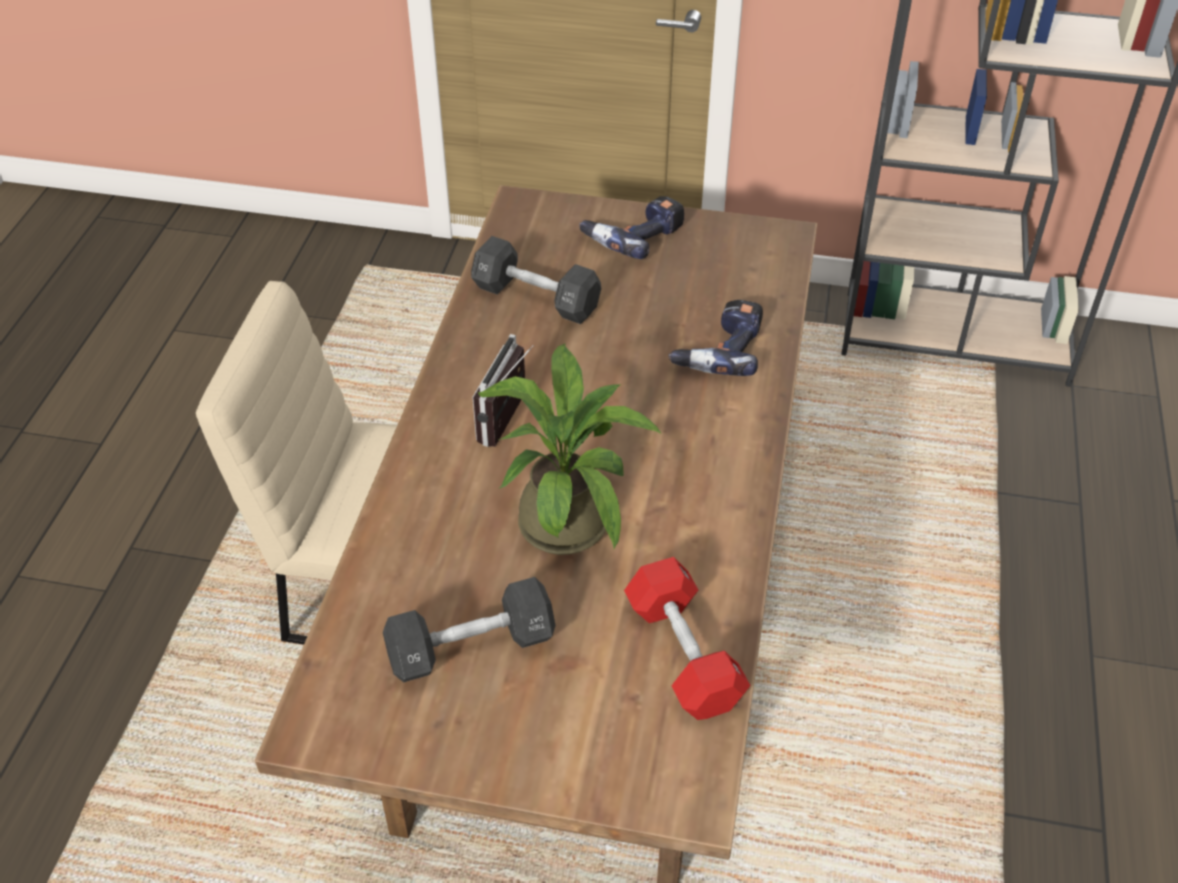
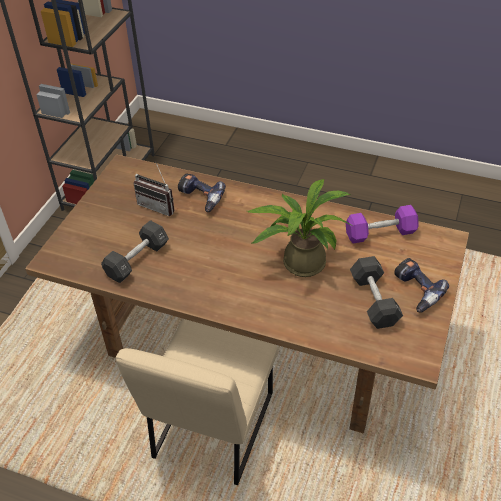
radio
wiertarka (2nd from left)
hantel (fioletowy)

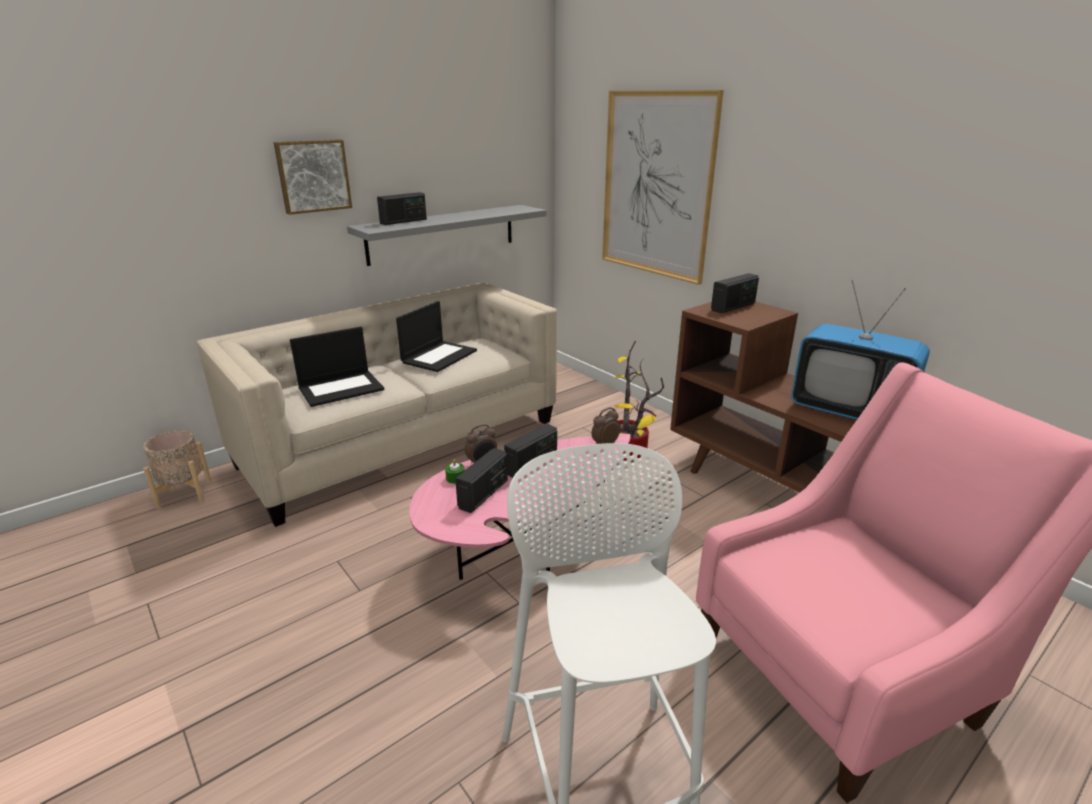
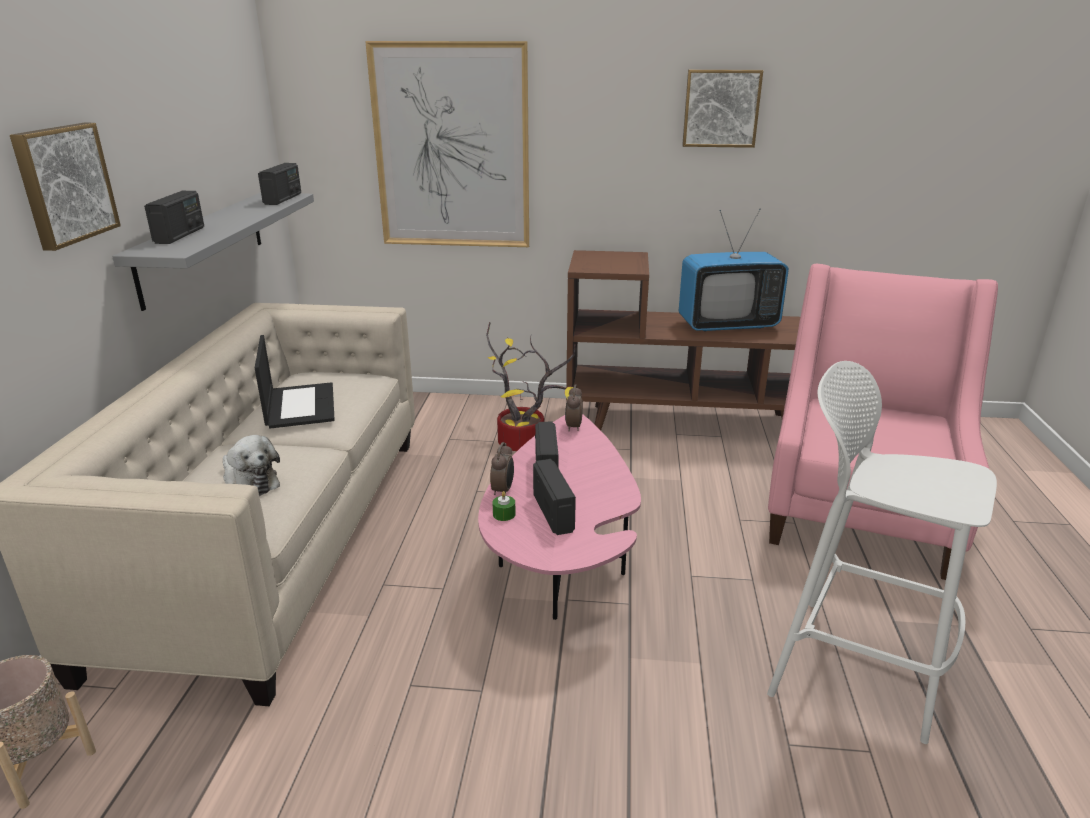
pluszak
radio (2nd from left)
obraz (3rd from left)

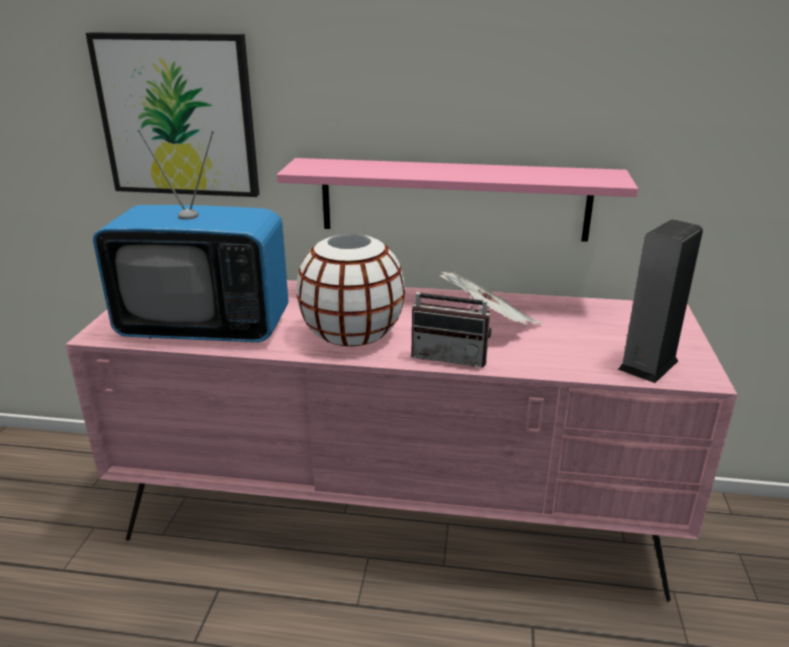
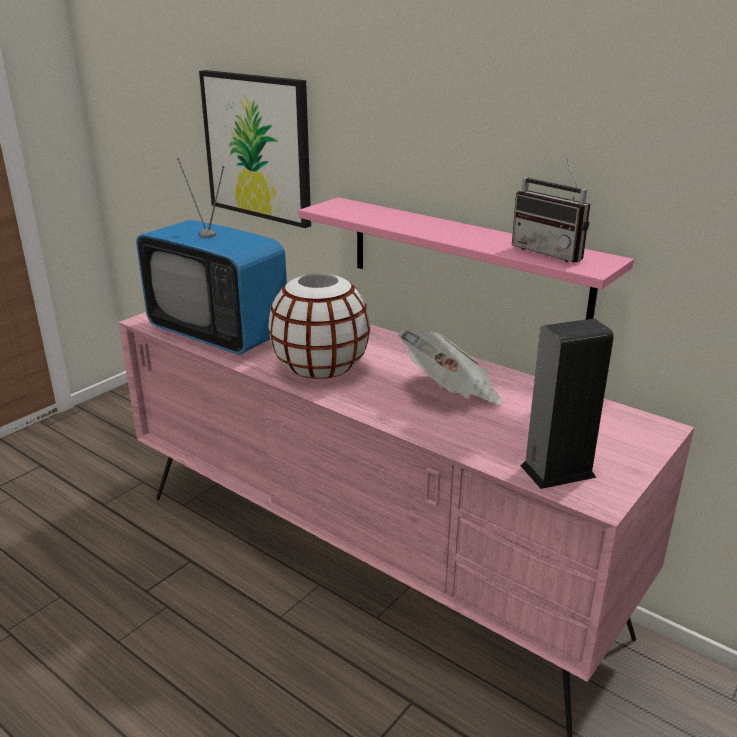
radio

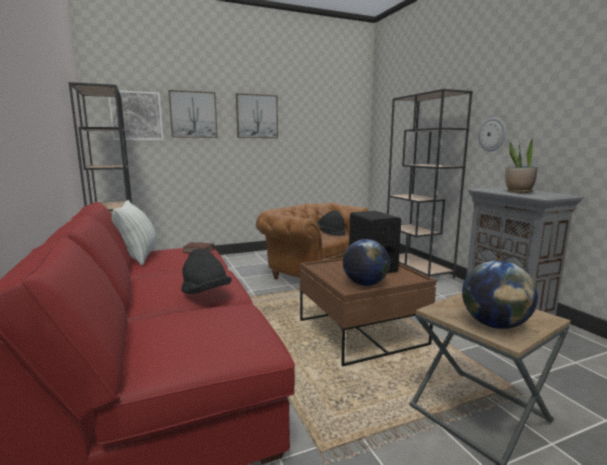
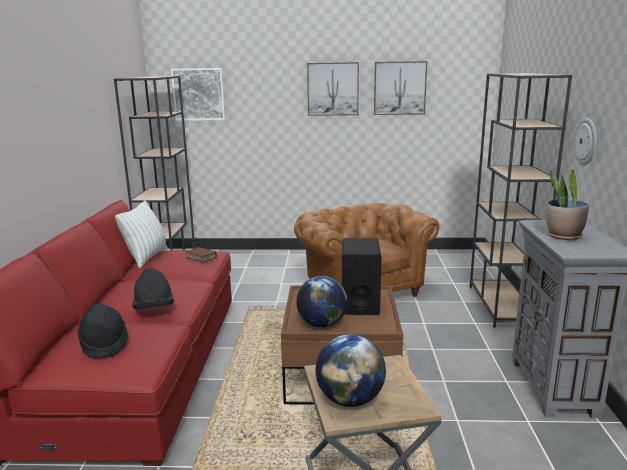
obraz (3rd from left)
kapelusz (czarny) (1st from left)

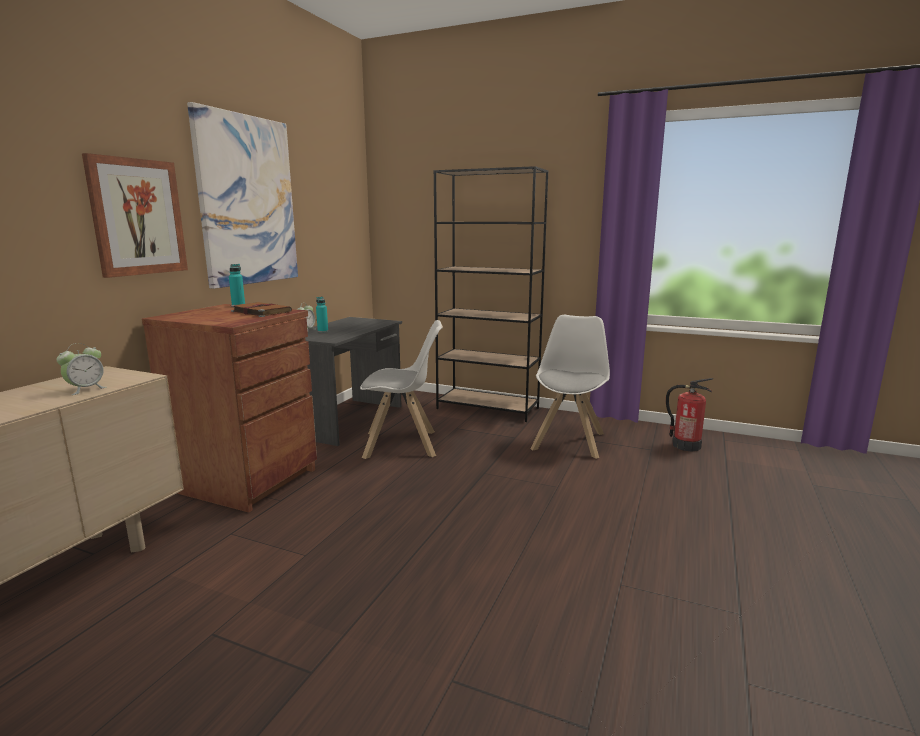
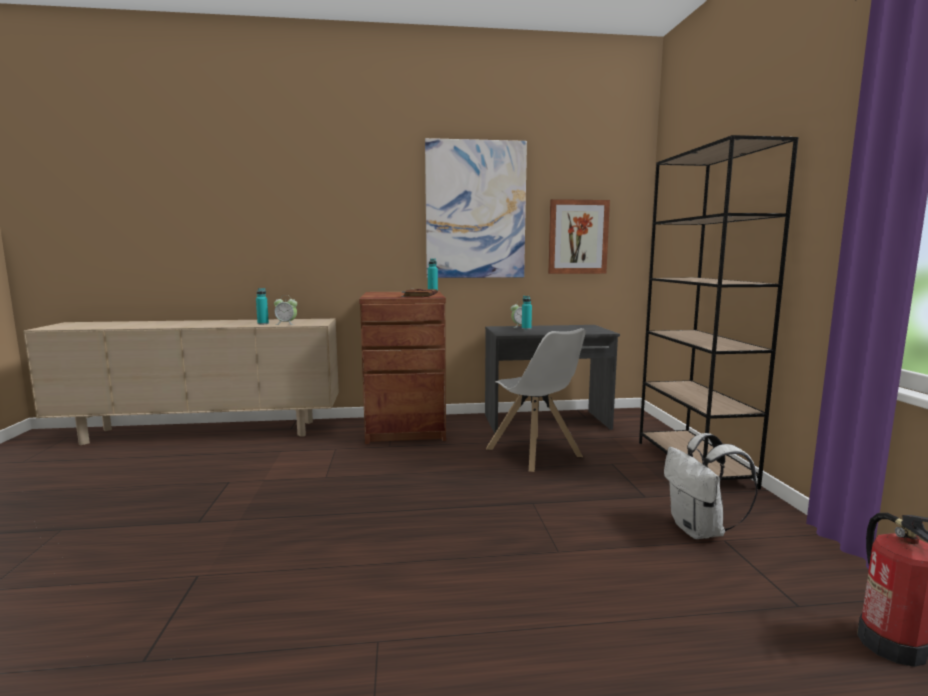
obraz (2nd from left)
plecak (biały)
butelka (turkusowy) (1st from left)

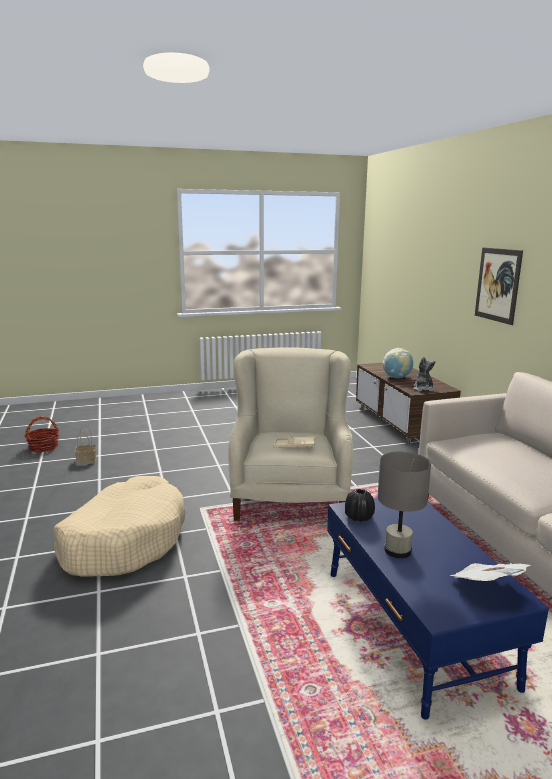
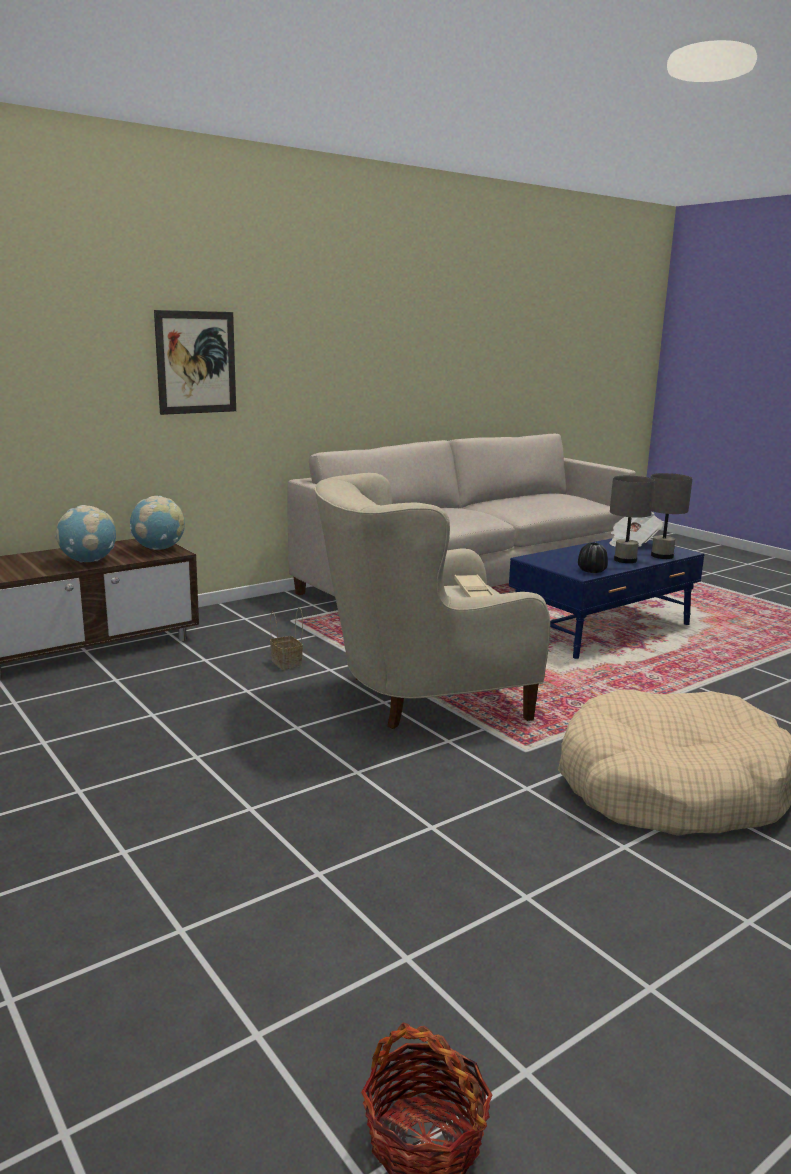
koszyk (1st from left)
globus (2nd from left)
lampa stołowa (szary) (2nd from left)

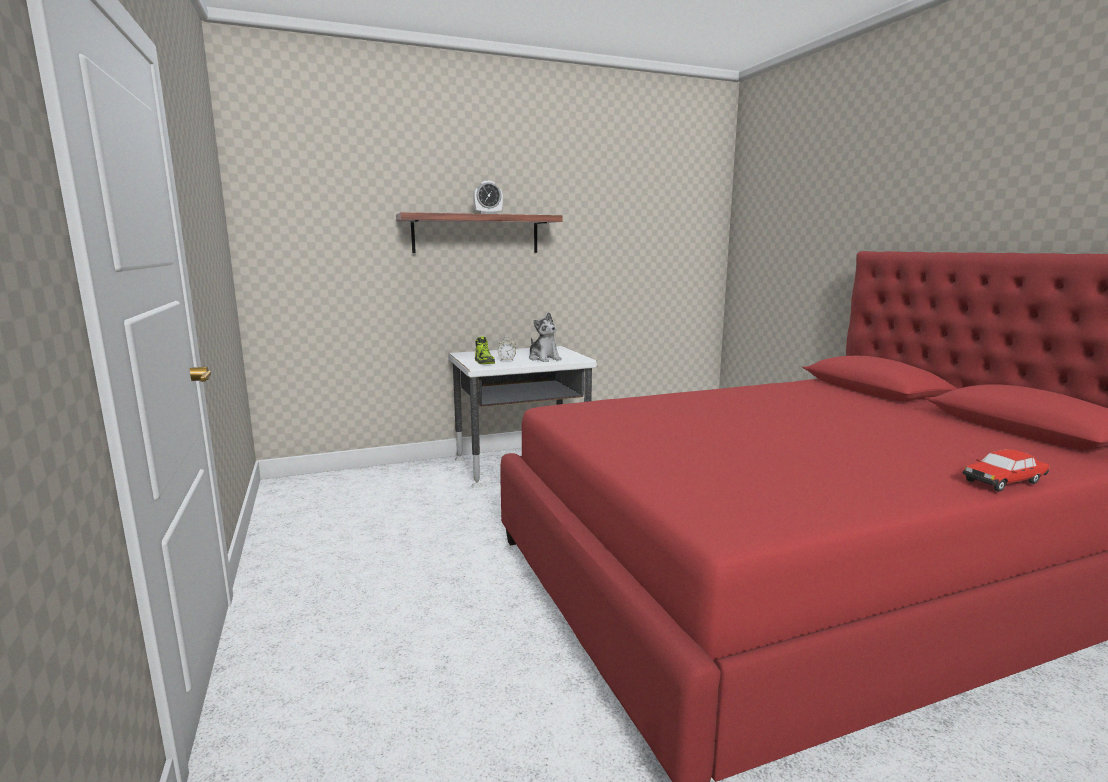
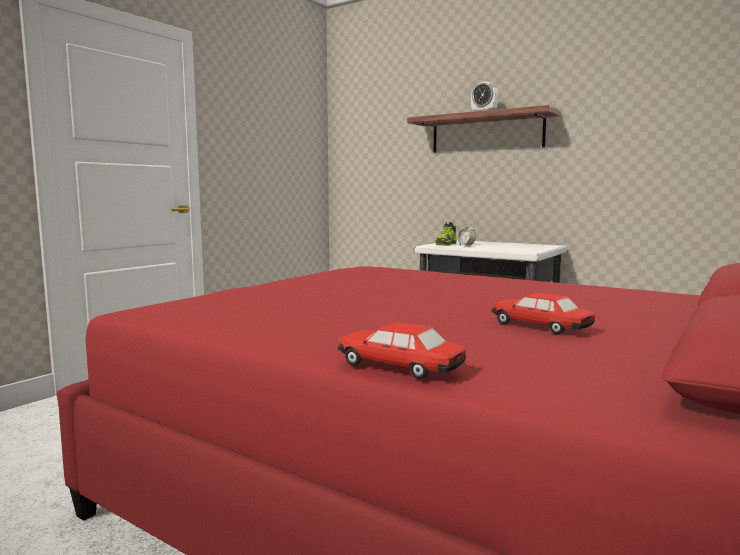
pluszak
samochodzik (2nd from left)

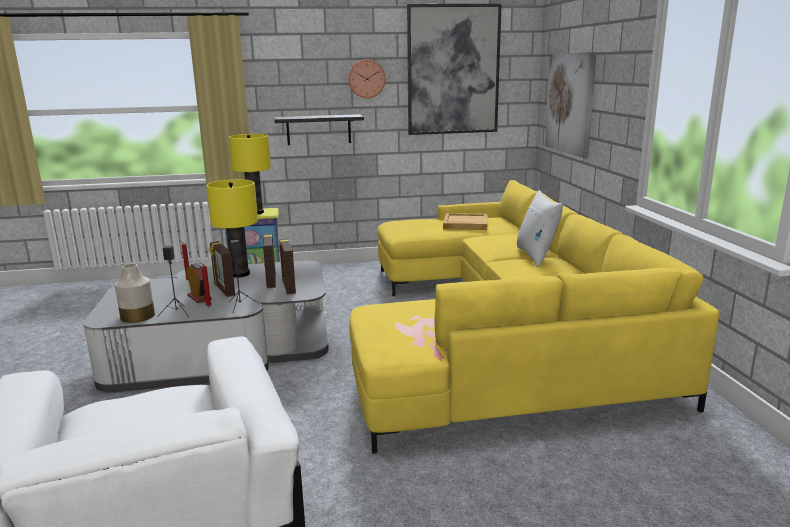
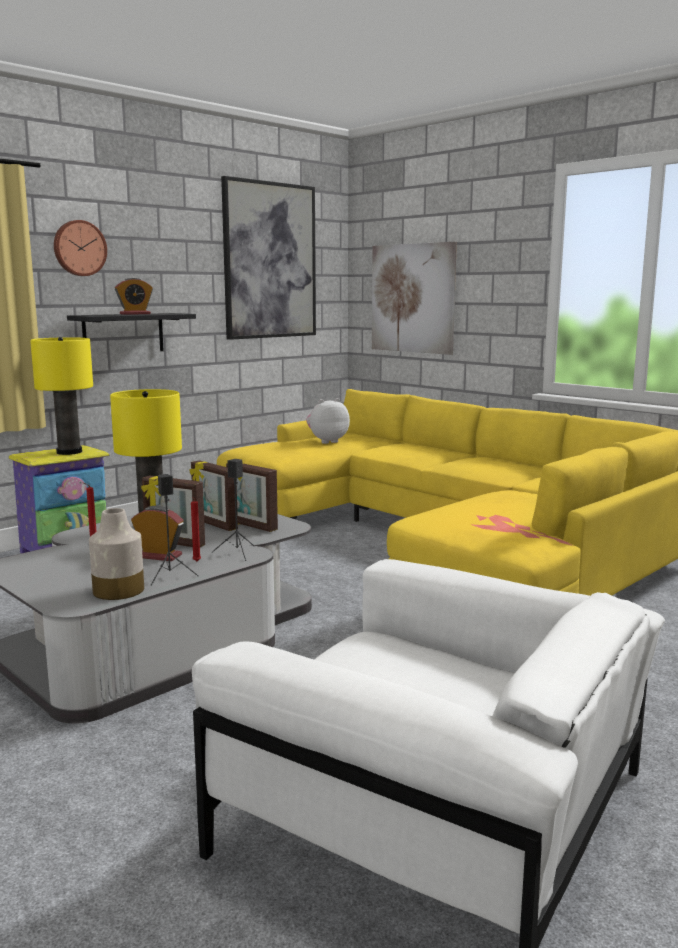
zegar ścienny
pluszak
poduszka (szary)
budzik (1st from left)

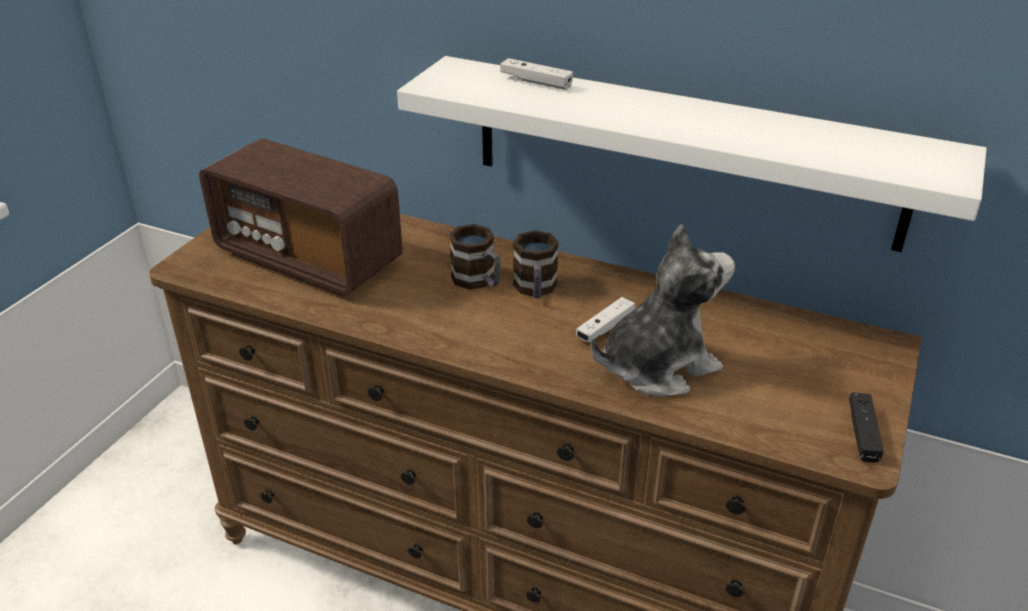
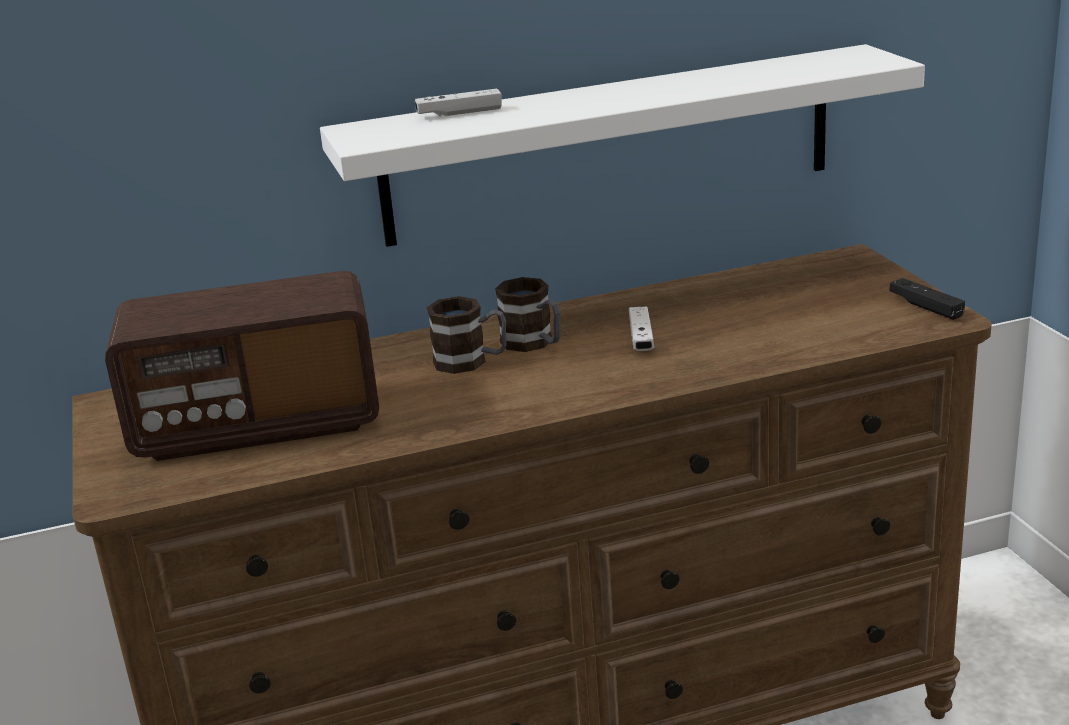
pluszak

